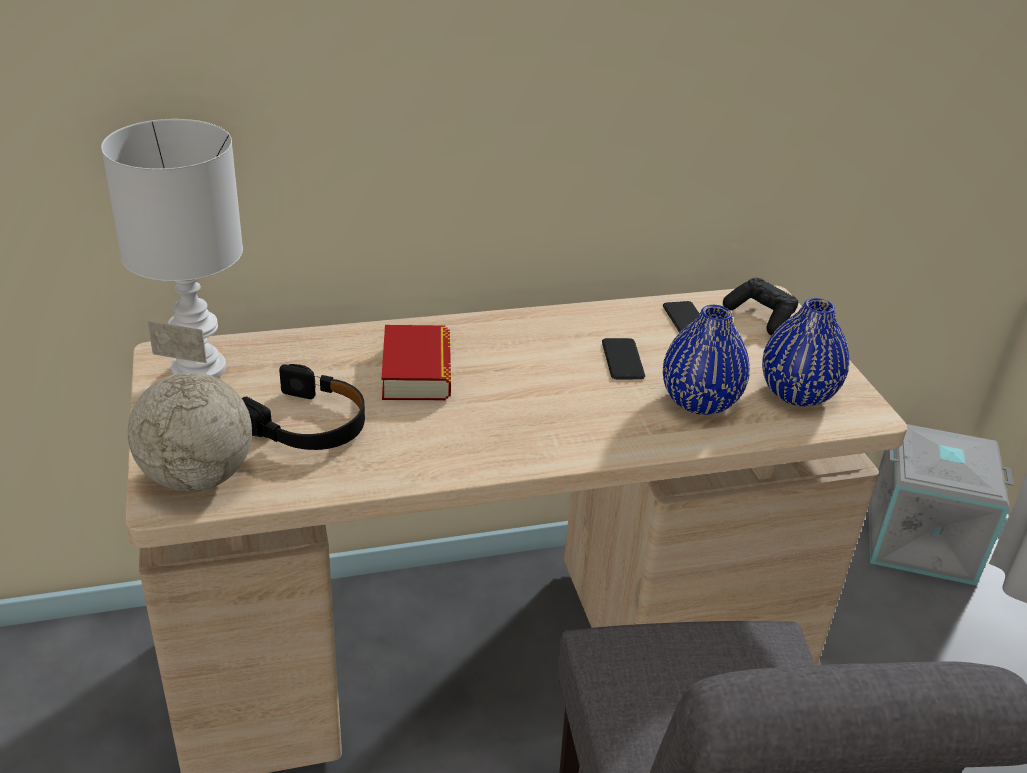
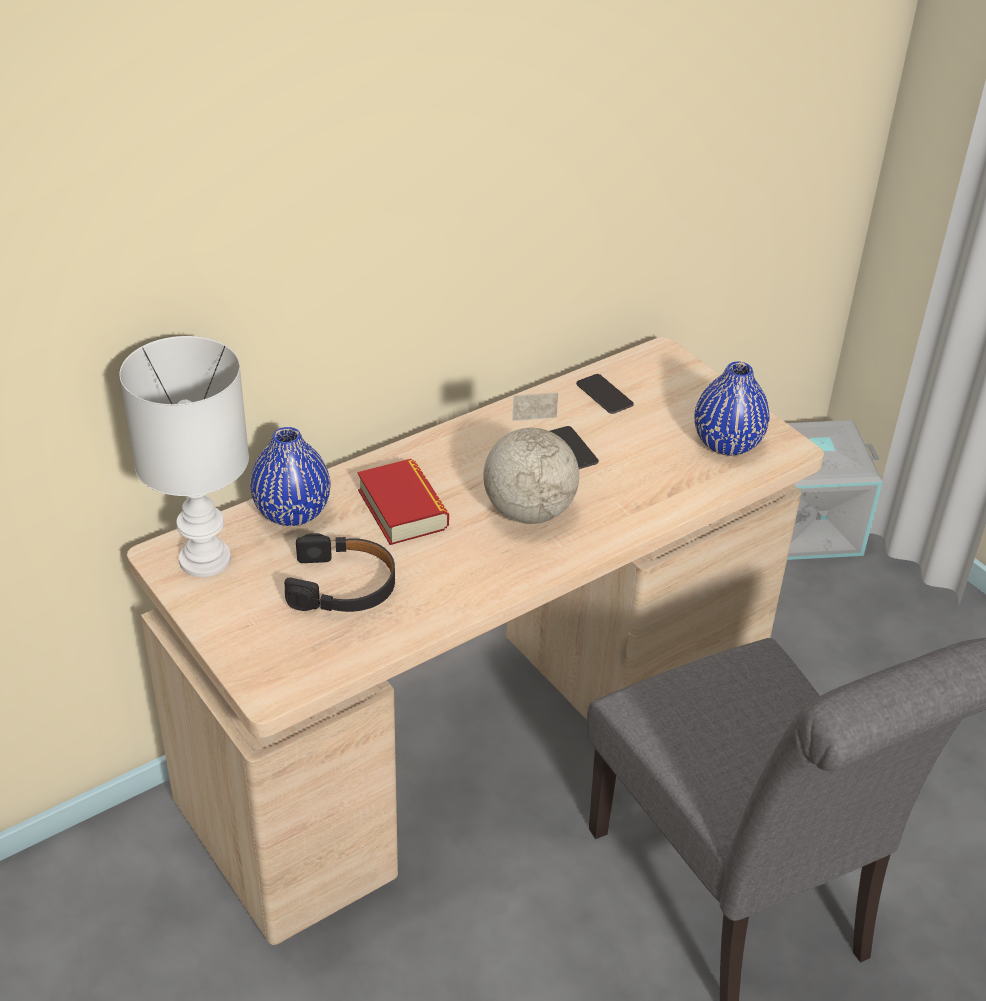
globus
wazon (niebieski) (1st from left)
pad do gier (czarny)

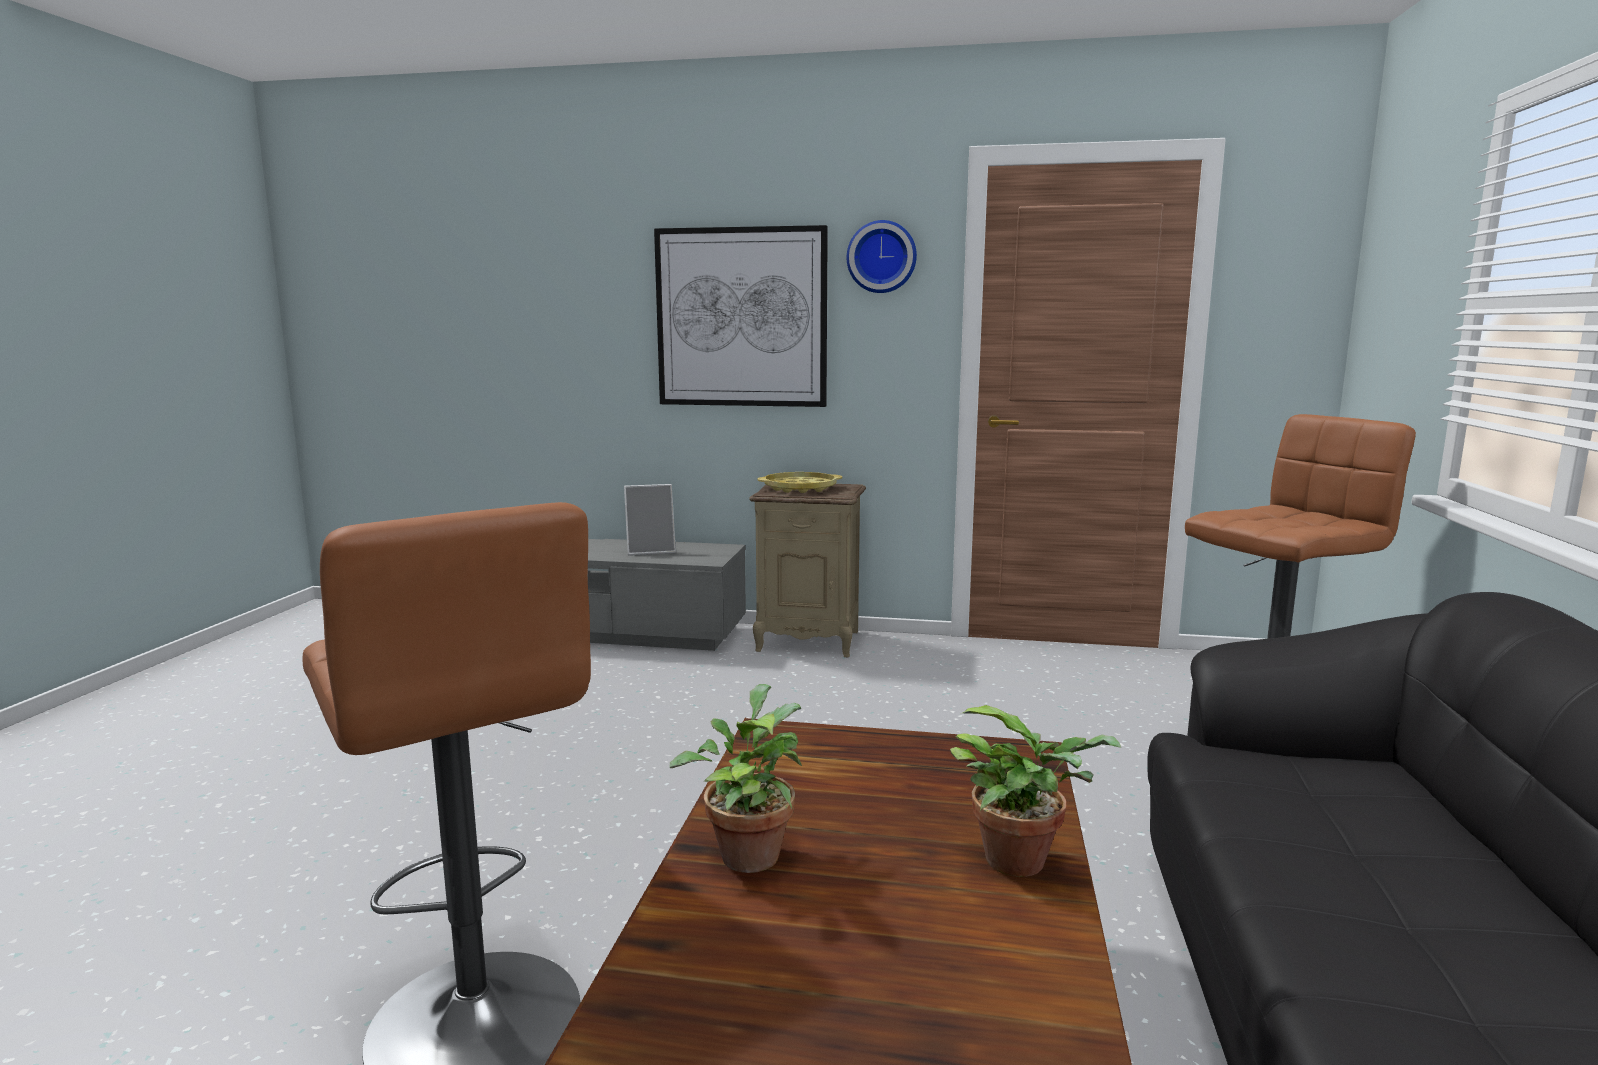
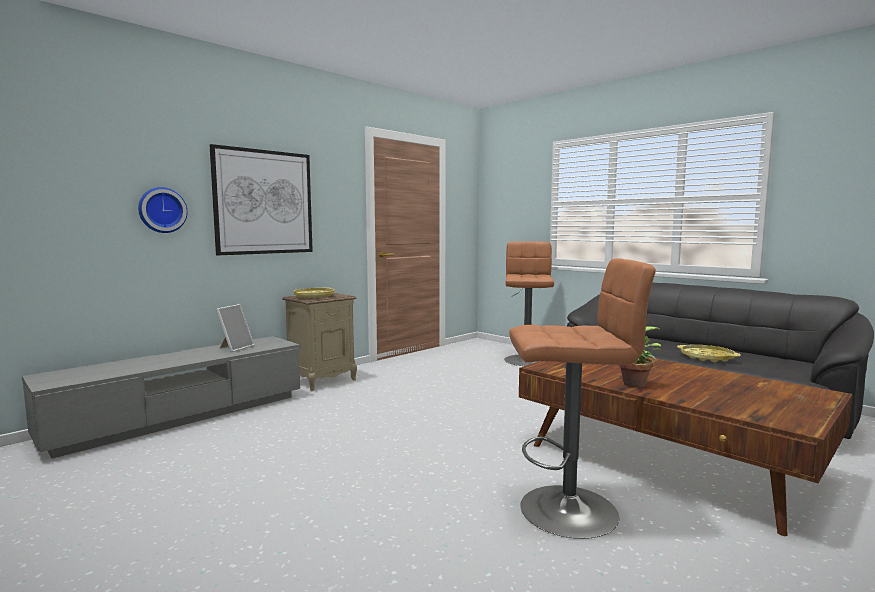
zegar ścienny
roślina doniczkowa (2nd from left in the first image)
taca (żółty) (2nd from left)

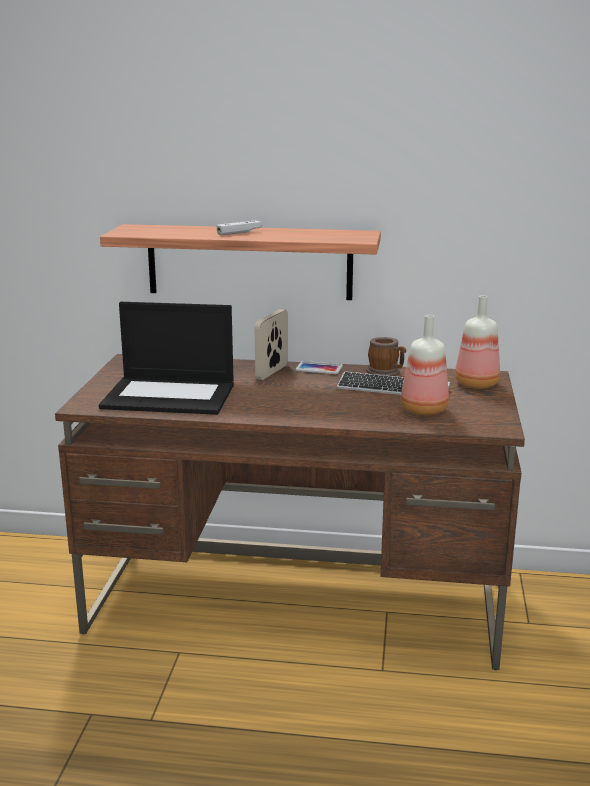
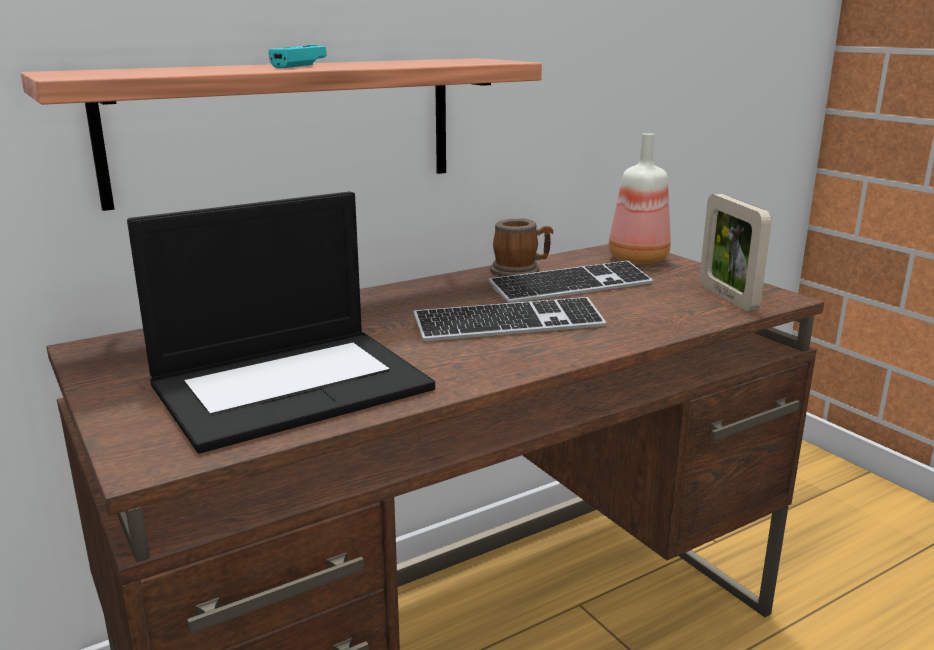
pad do gier (turkusowy)
ramka na zdjęcie
telefon
butelka (1st from left in the first image)
klawiatura (1st from left)

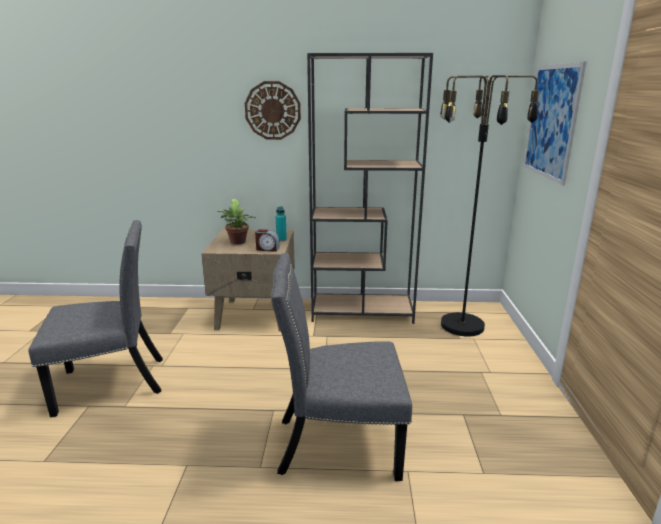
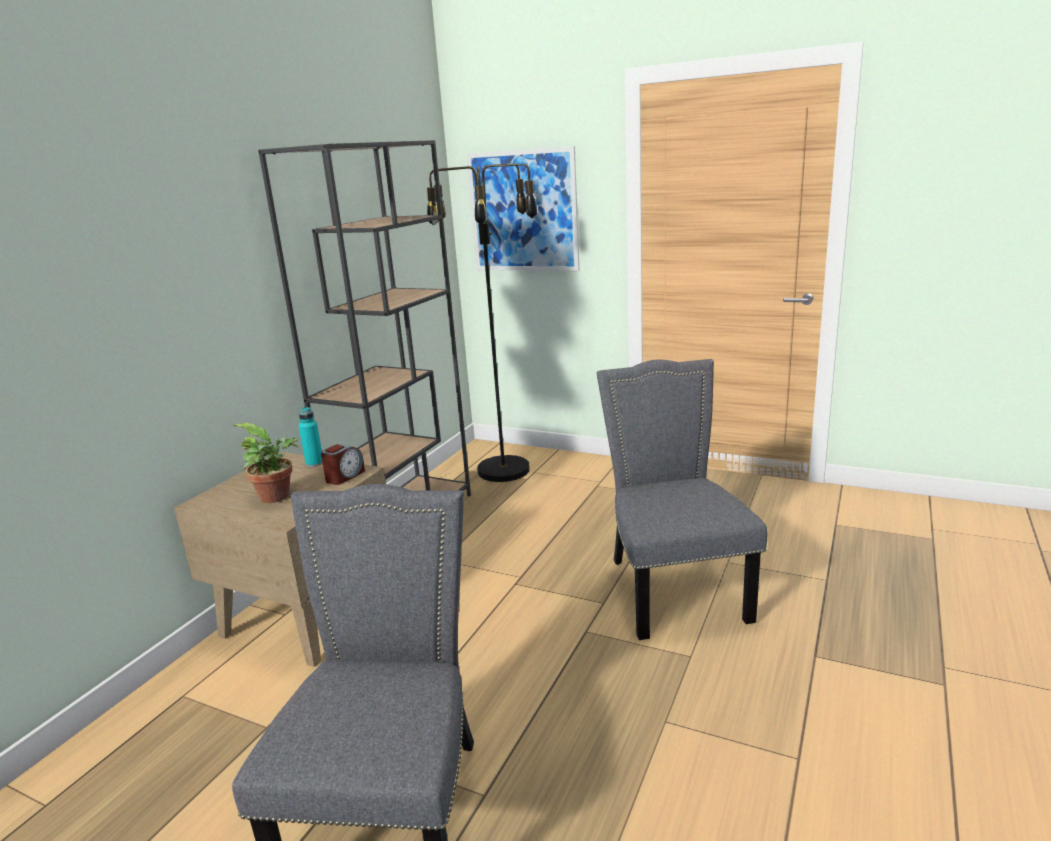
zegar ścienny
krzesło (szary) (2nd from left)

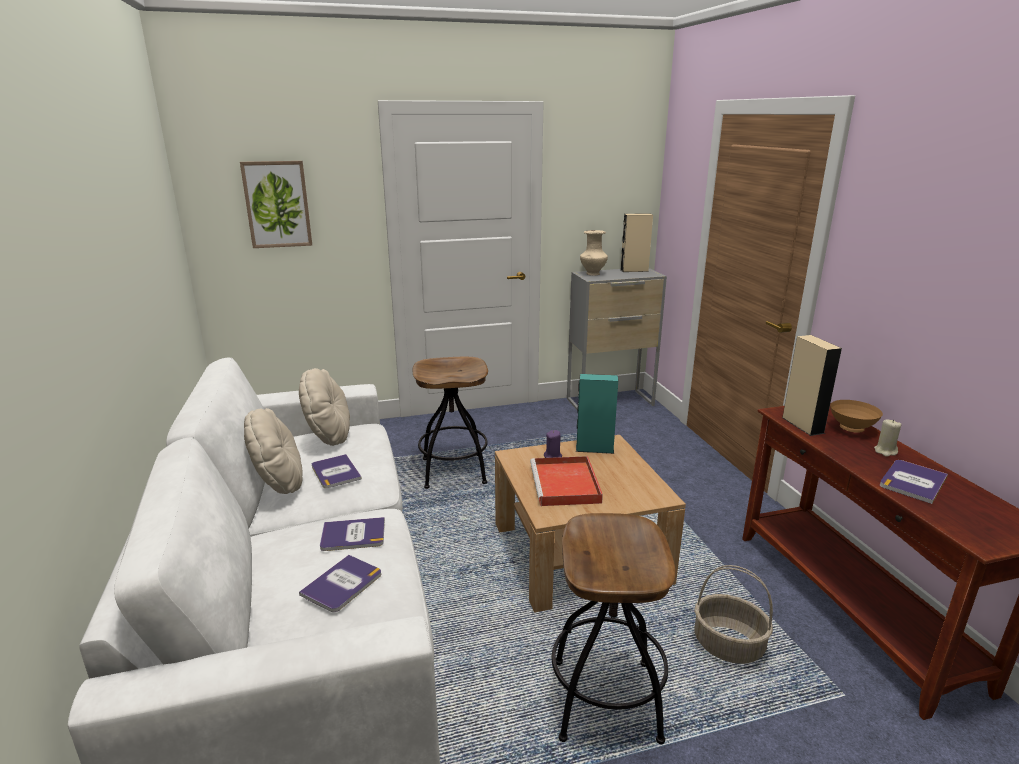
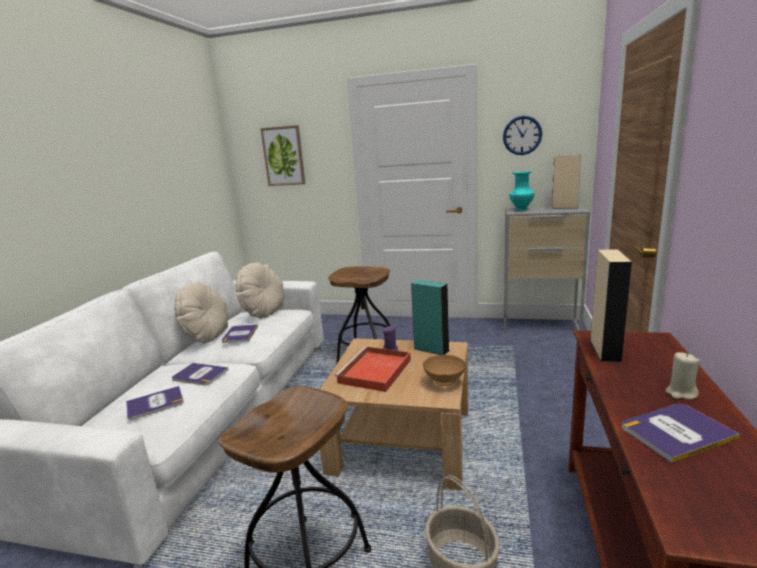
wazon (turkusowy)
miska (brązowy)
zegar ścienny

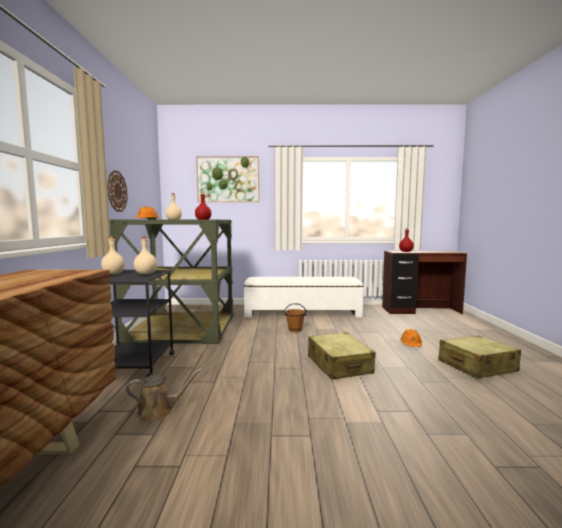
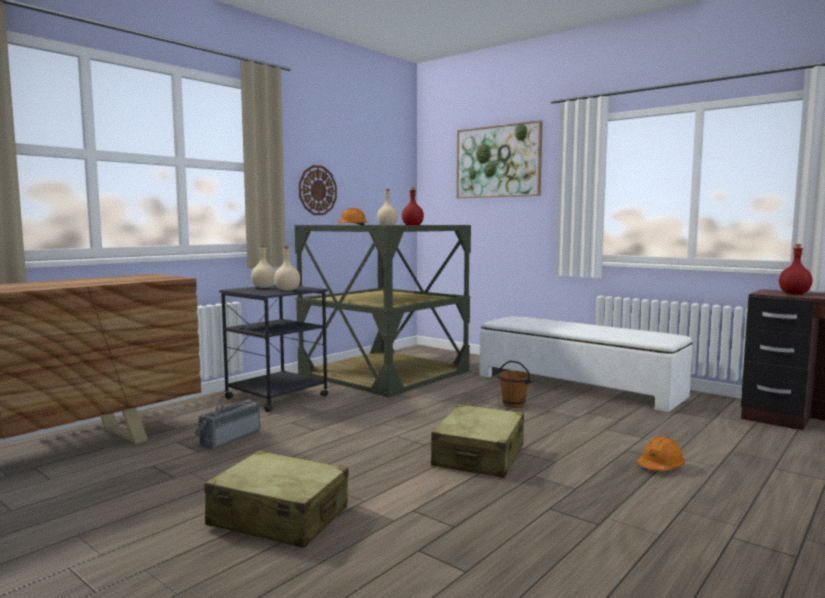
radio
walizka (beżowy) (1st from left)

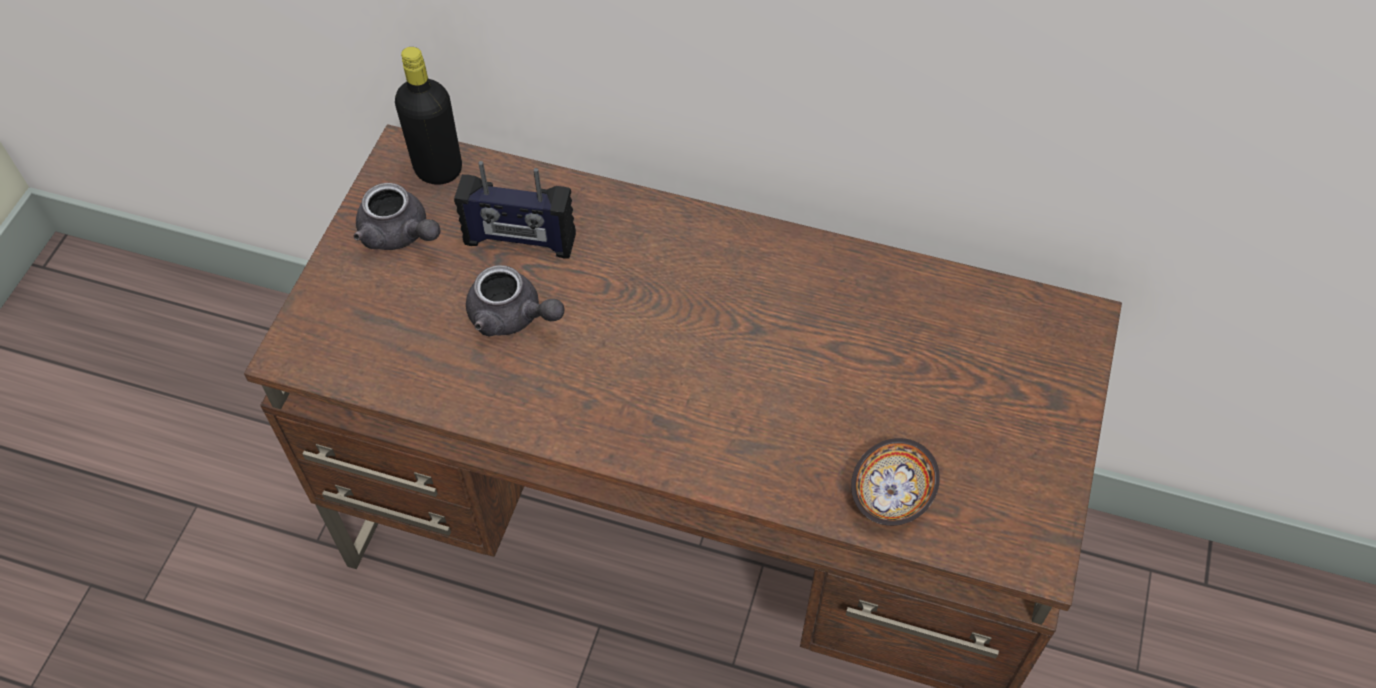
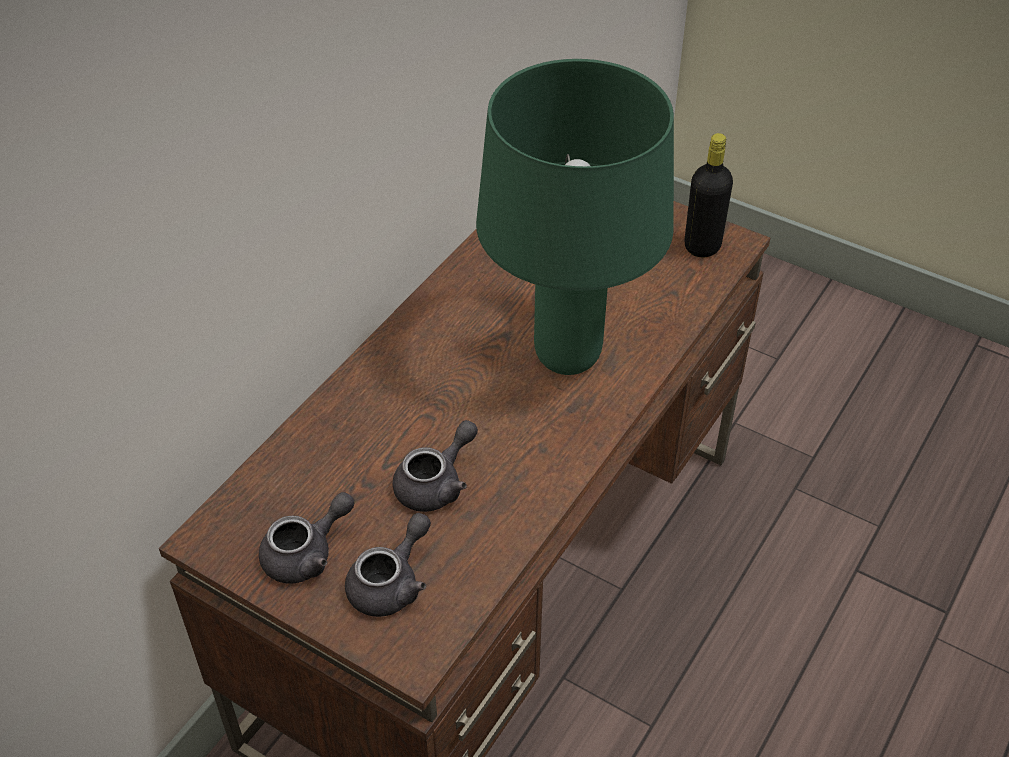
butelka (czarny)
radio
miska
imbryk (szary) (2nd from left)
lampa stołowa (zielony)

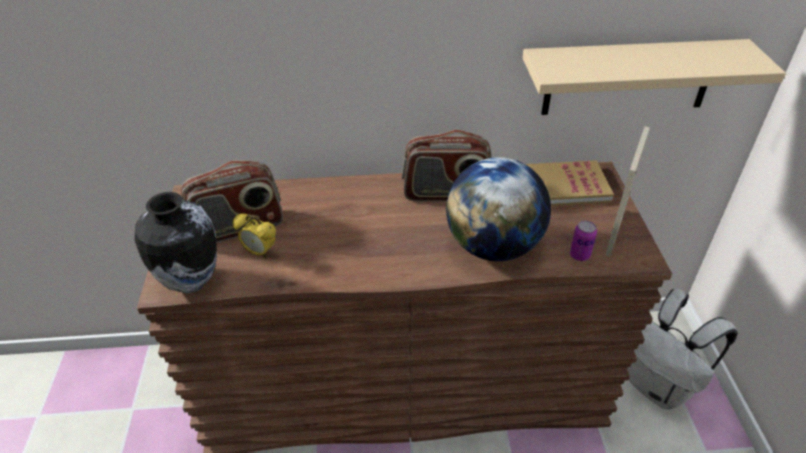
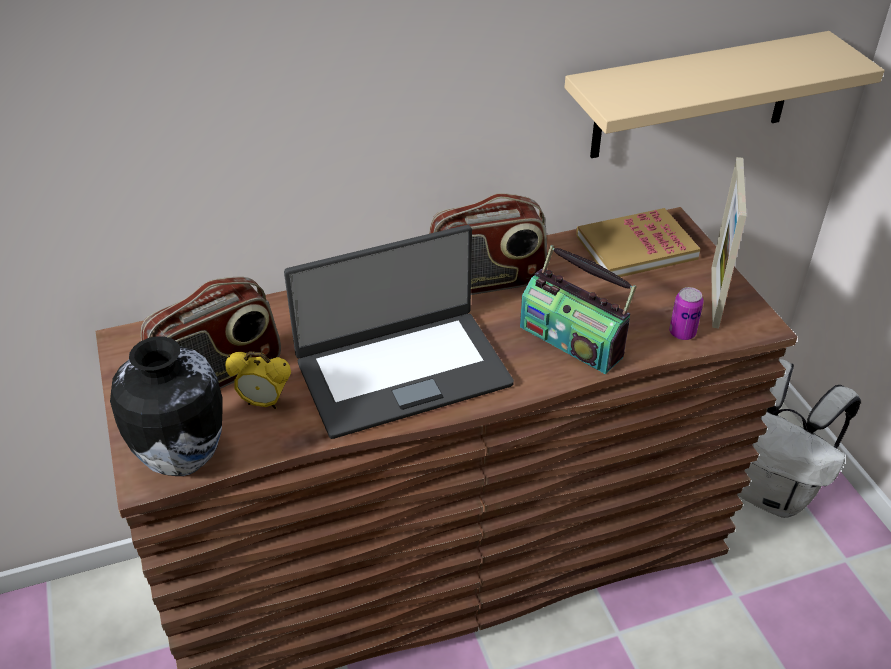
radio (3rd from left)
laptop

